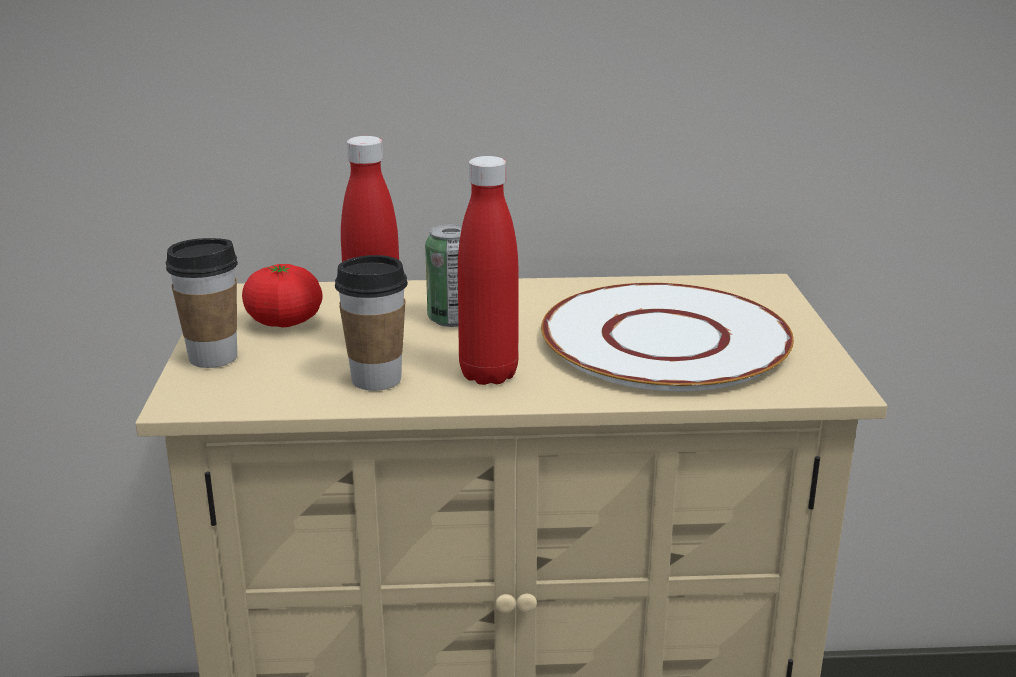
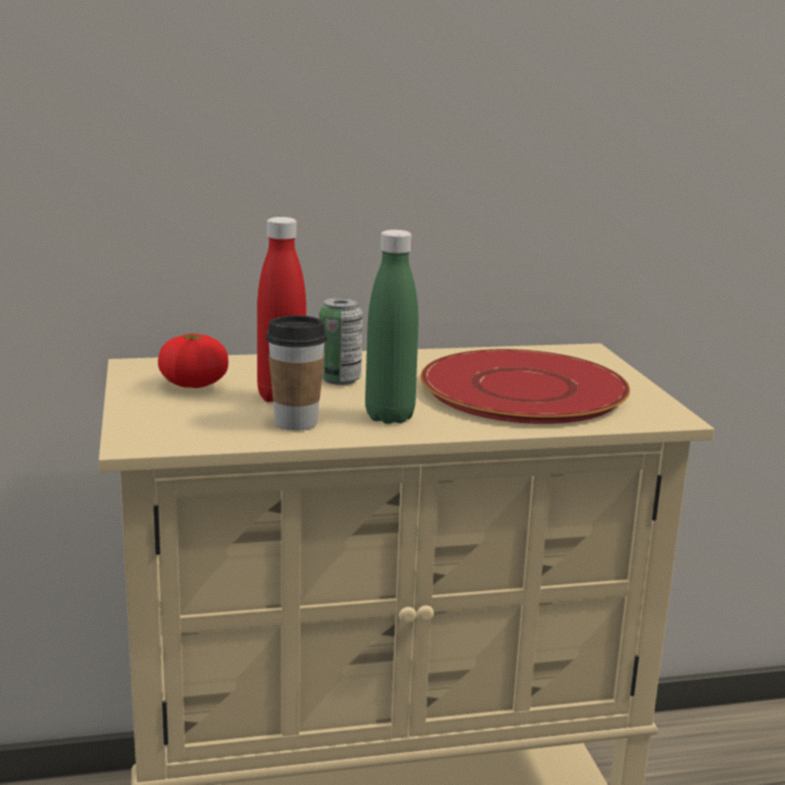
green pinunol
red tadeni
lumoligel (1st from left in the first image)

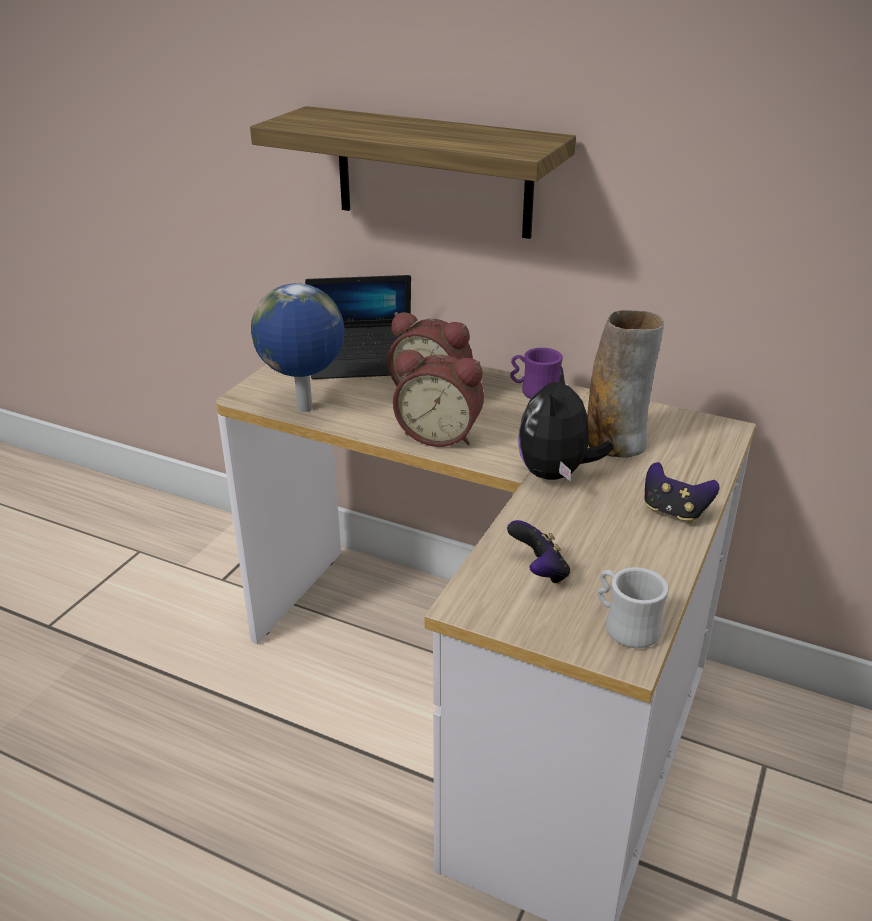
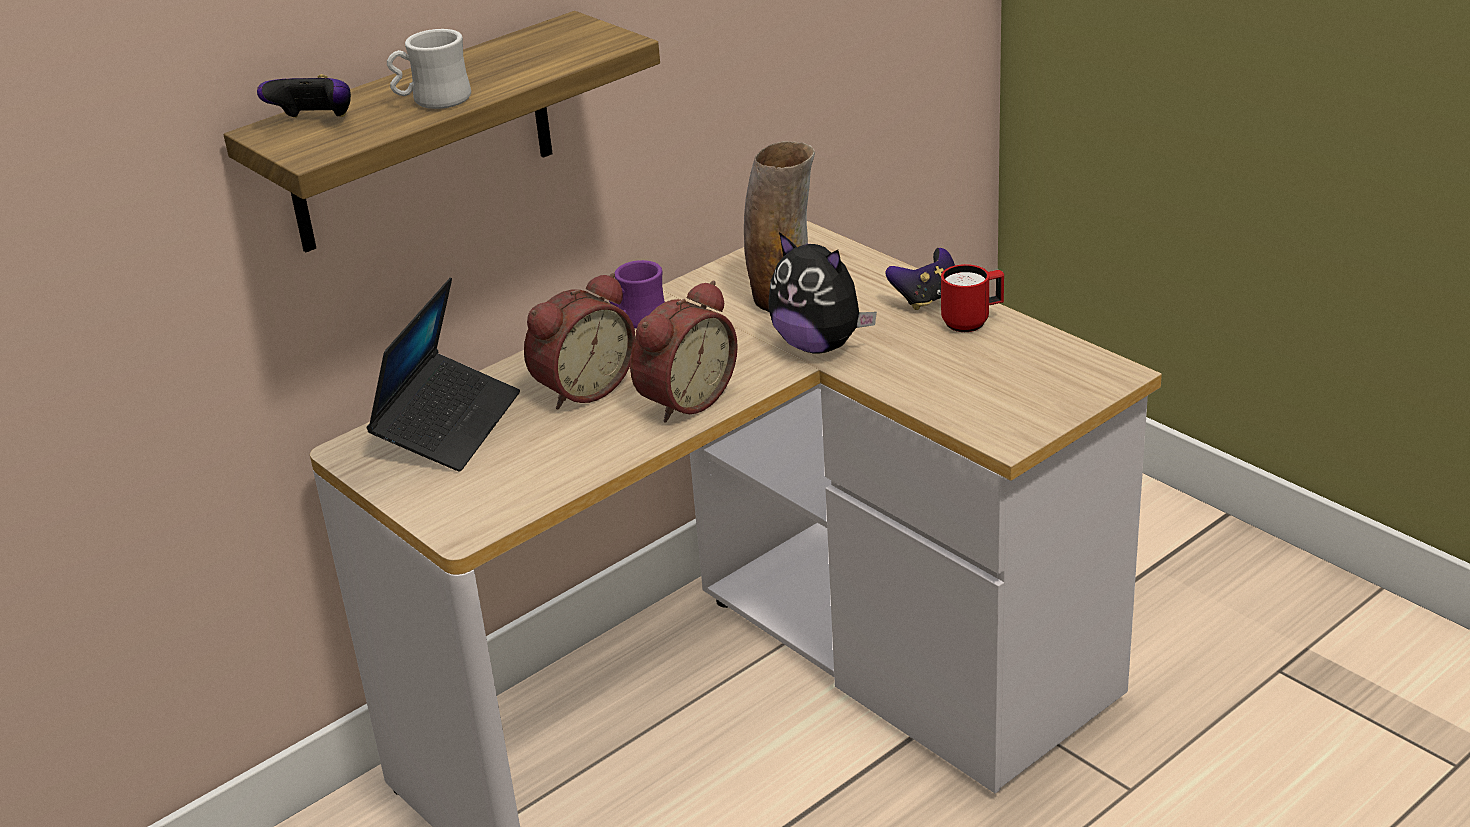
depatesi (1st from left)
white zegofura
red zegofura
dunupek

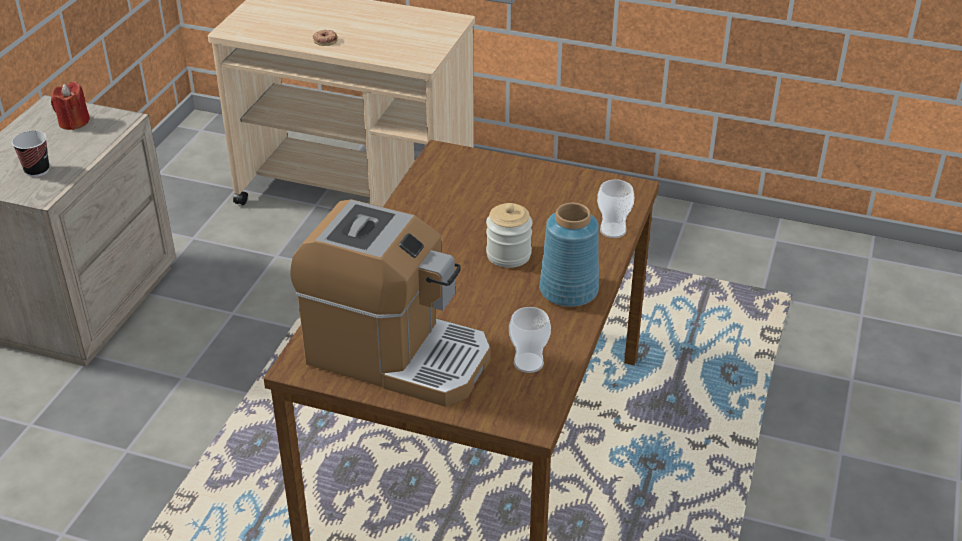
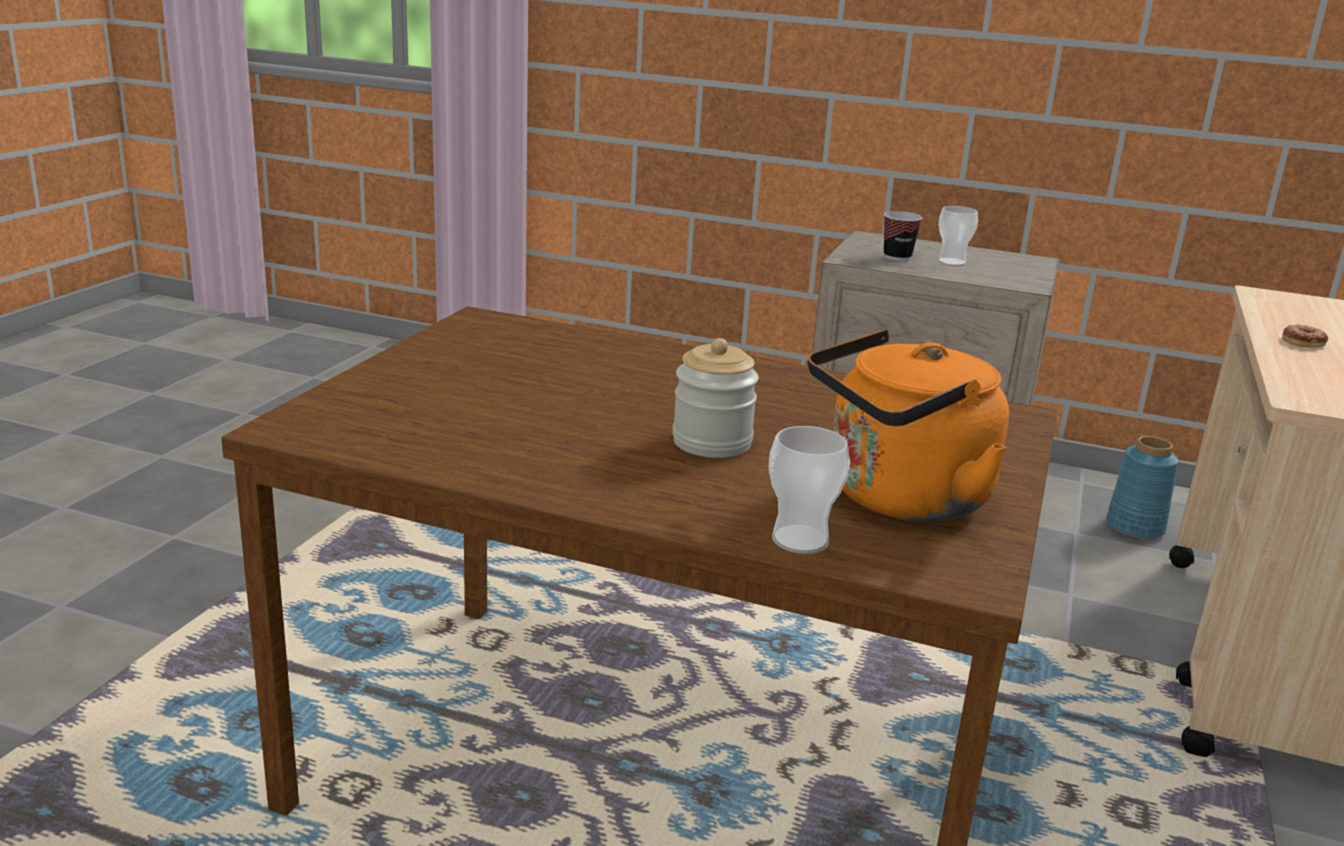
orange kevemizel
lumoligel (3rd from left)
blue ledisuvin
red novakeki
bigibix

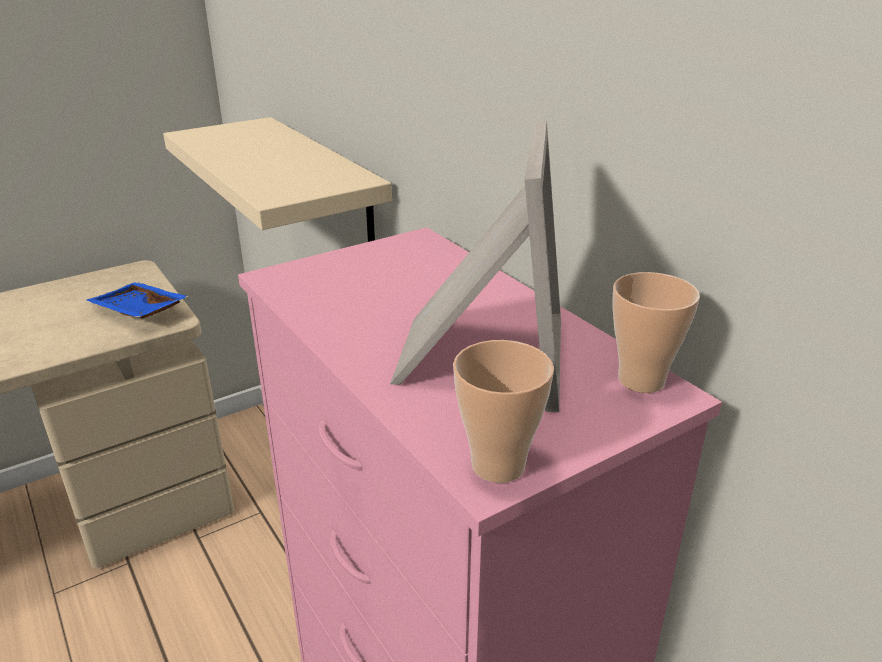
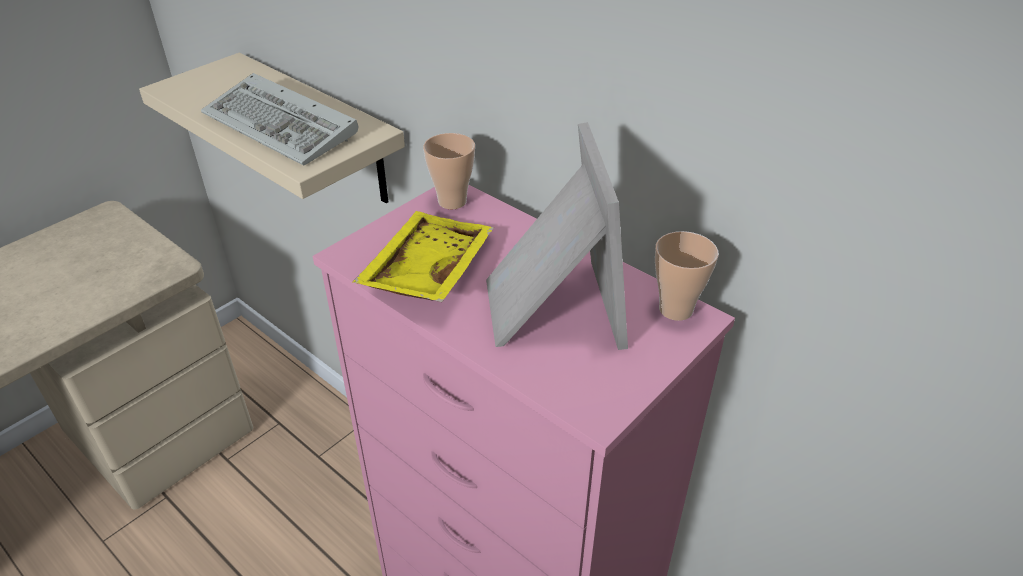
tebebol
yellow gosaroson
lumoligel (1st from left)
blue gosaroson

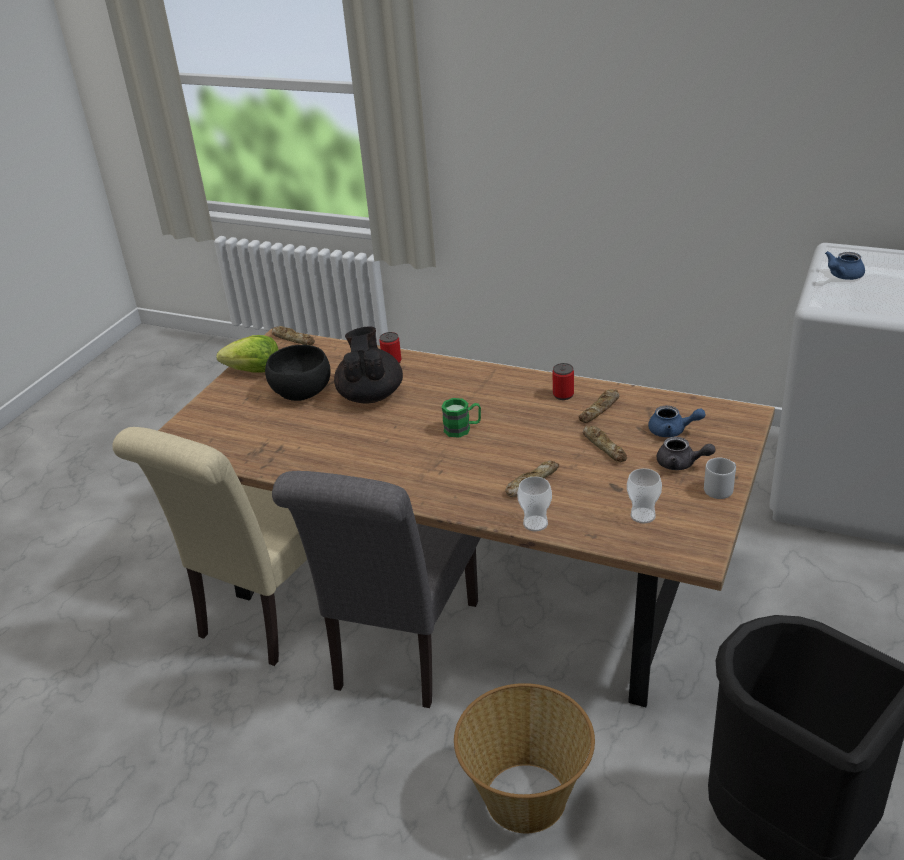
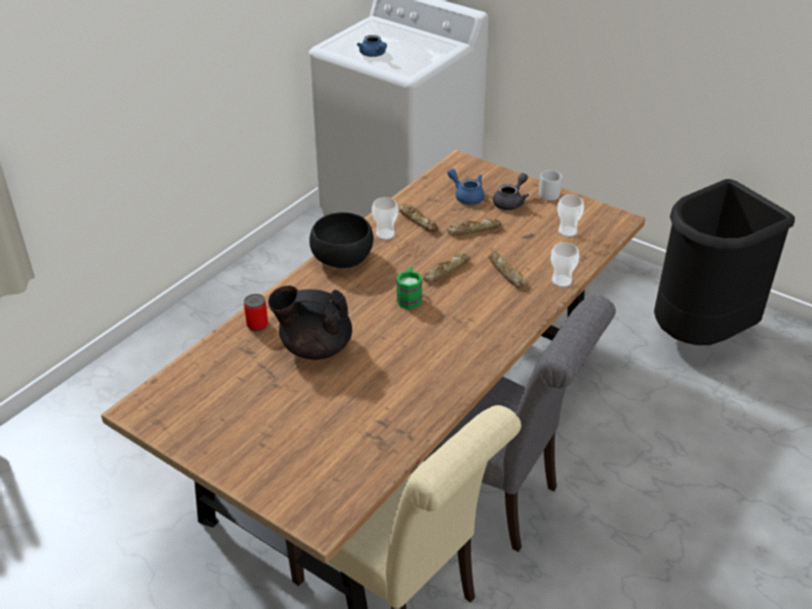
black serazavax
lumoligel (1st from left)
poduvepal (2nd from left)
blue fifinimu (2nd from left)
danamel
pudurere

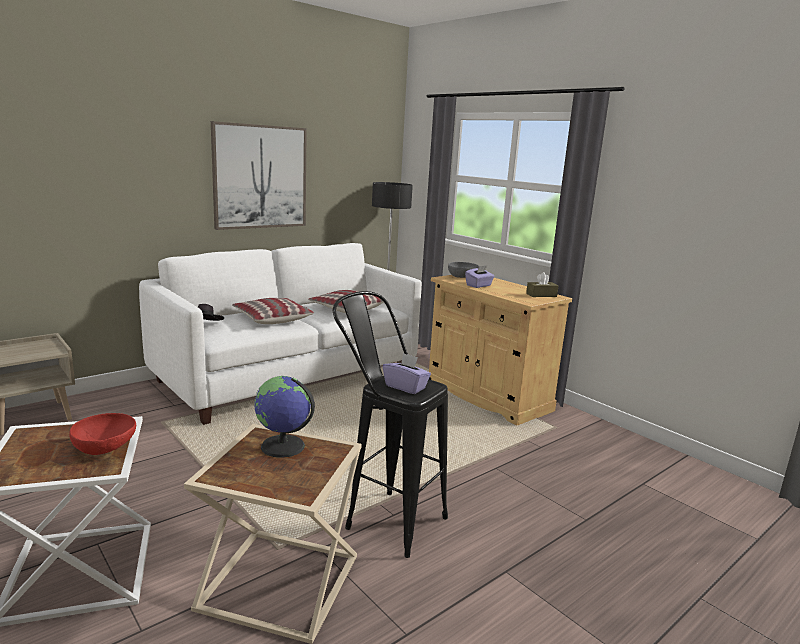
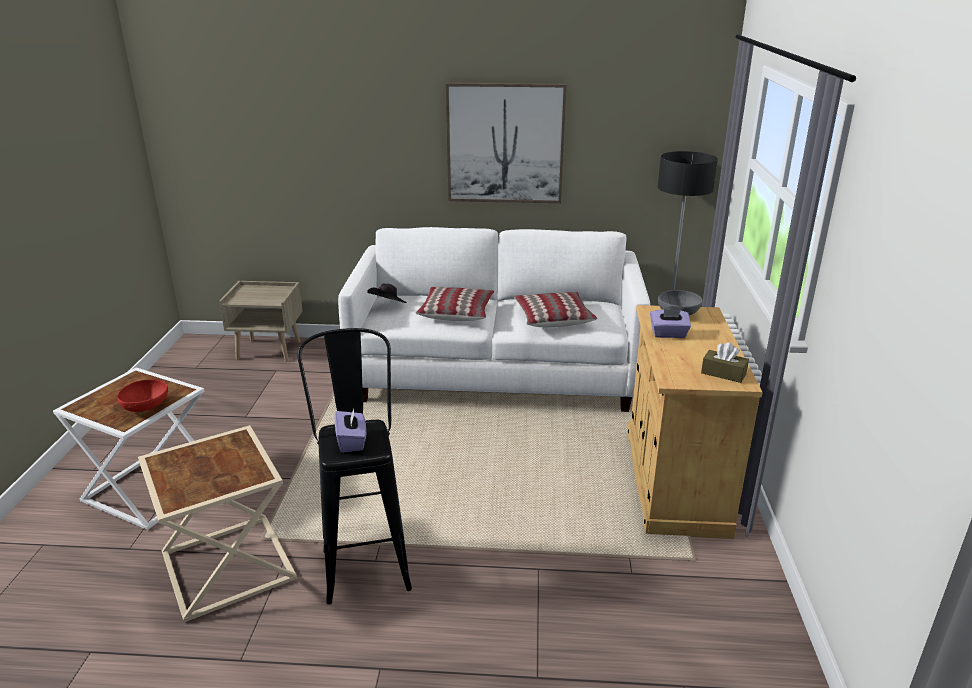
dunupek

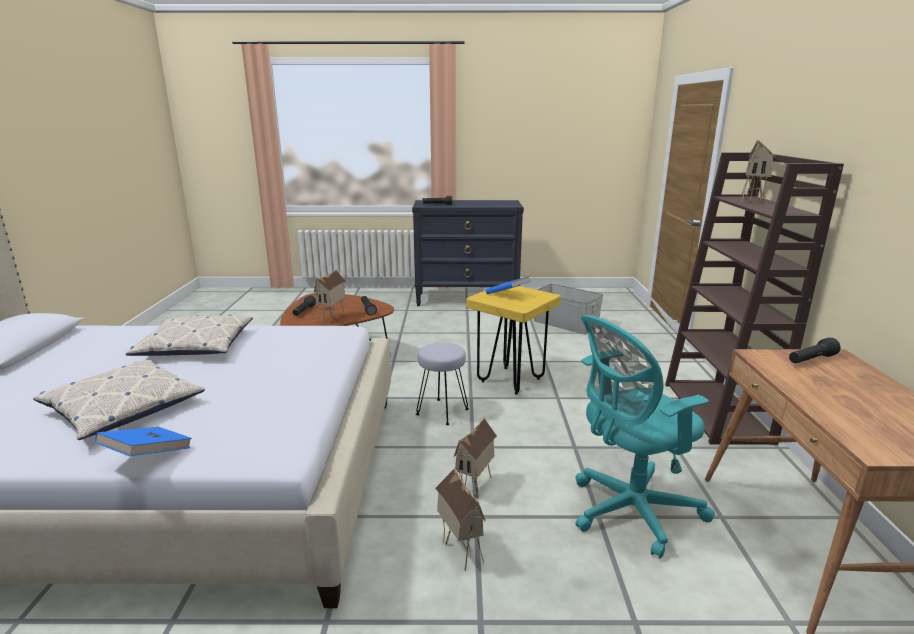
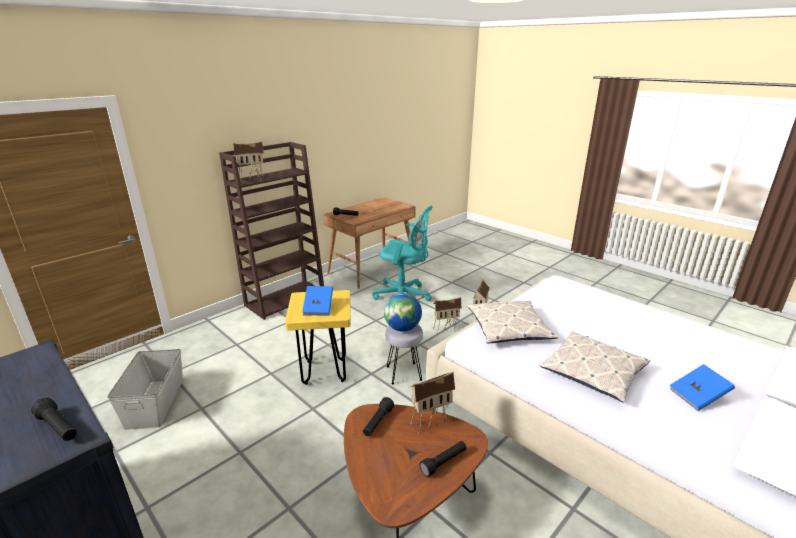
dunupek
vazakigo (1st from left)
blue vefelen (2nd from left)

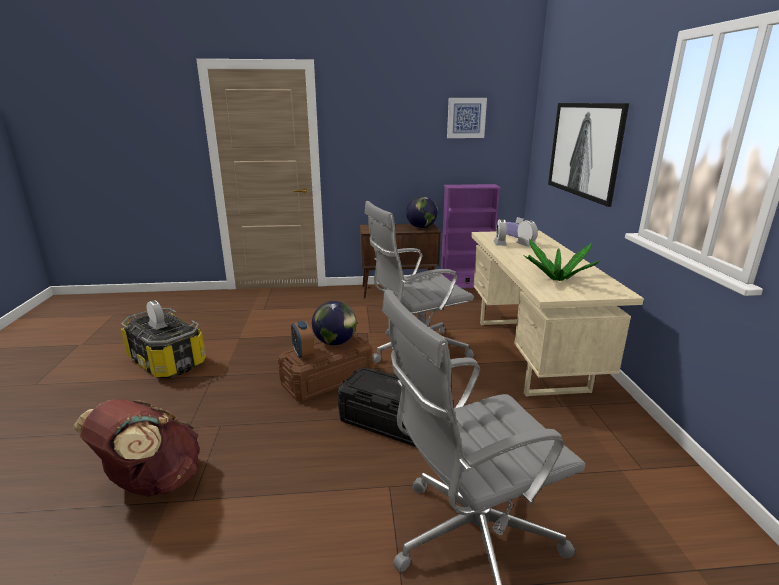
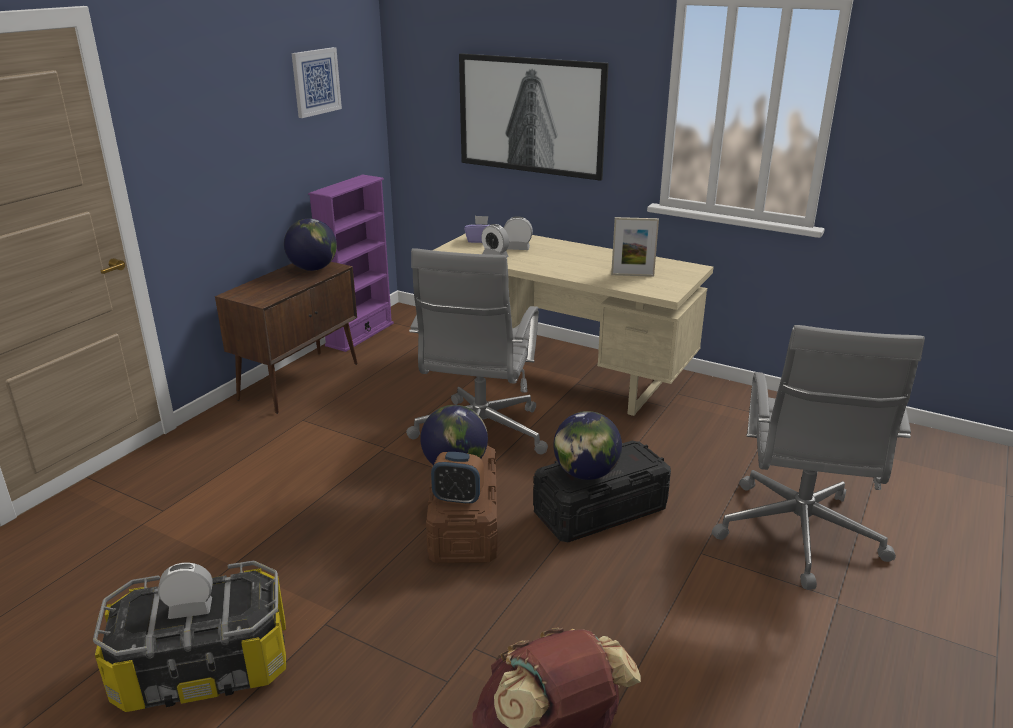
dunupek (3rd from left)
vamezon

